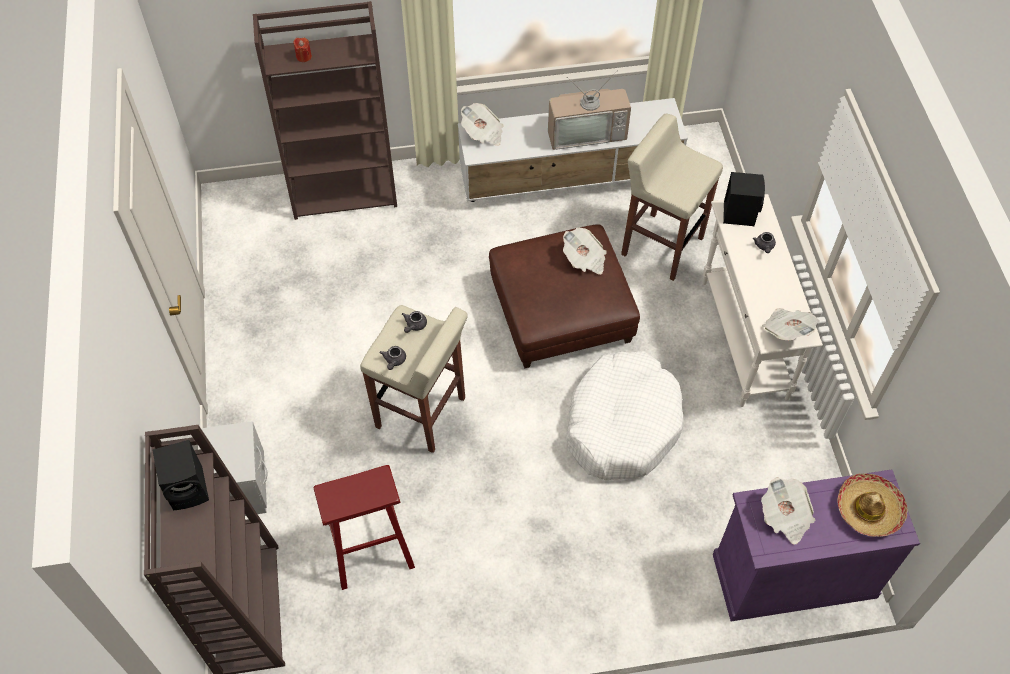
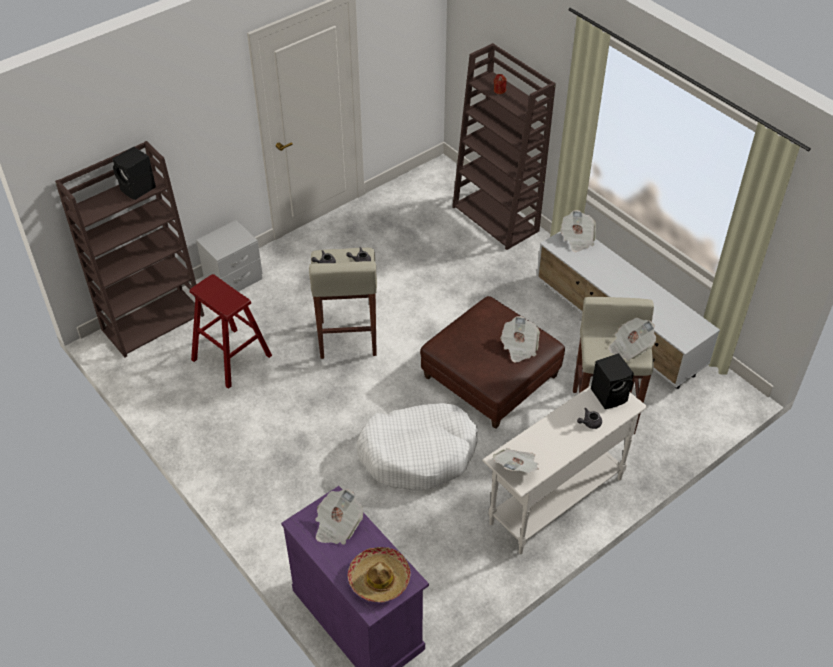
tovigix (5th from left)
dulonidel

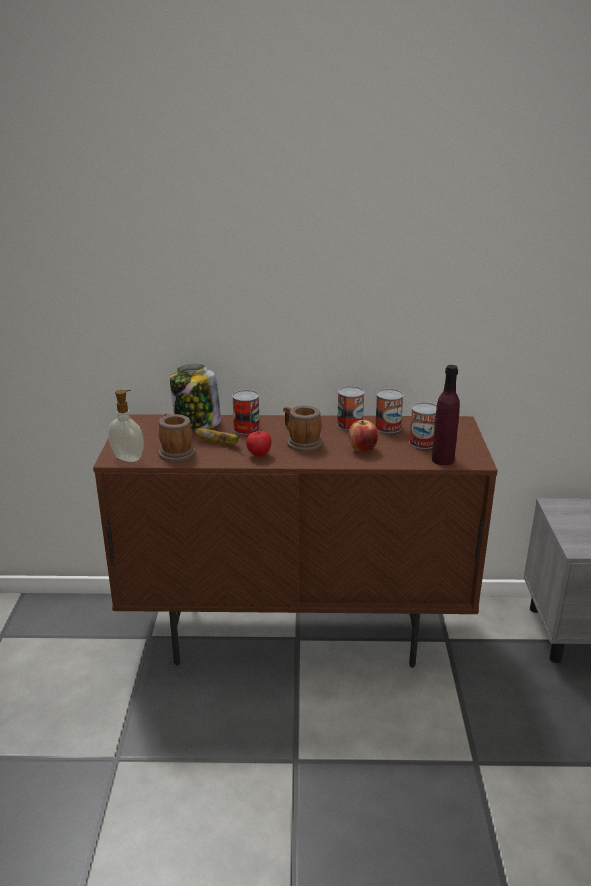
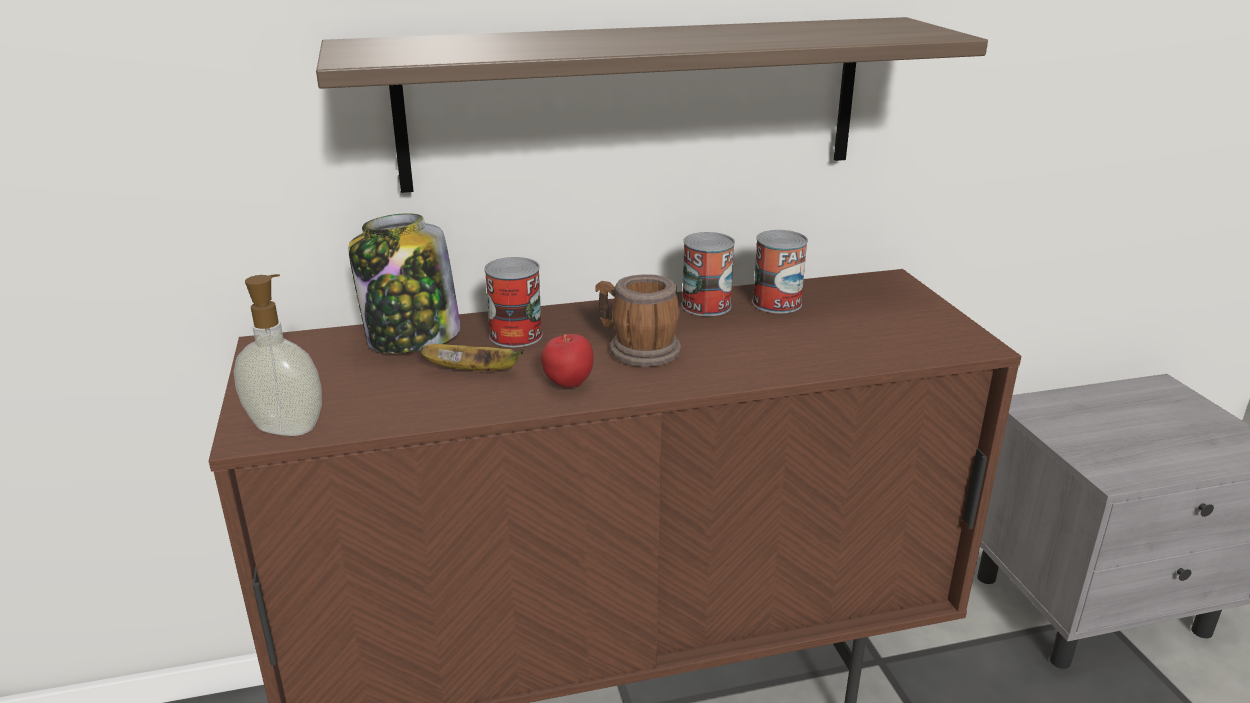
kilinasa
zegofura (1st from left in the first image)
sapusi (2nd from left in the first image)
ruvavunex (4th from left in the first image)
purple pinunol

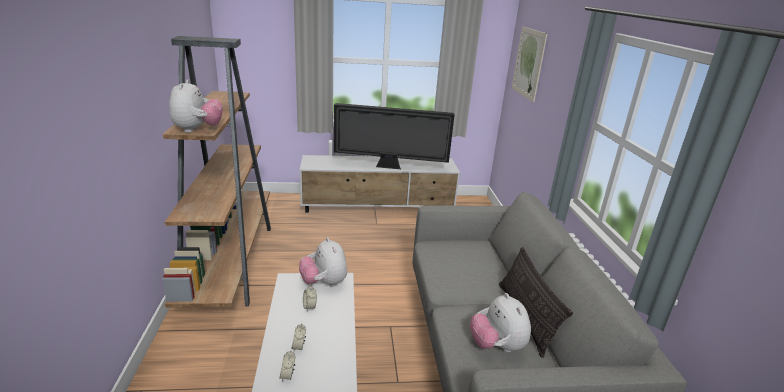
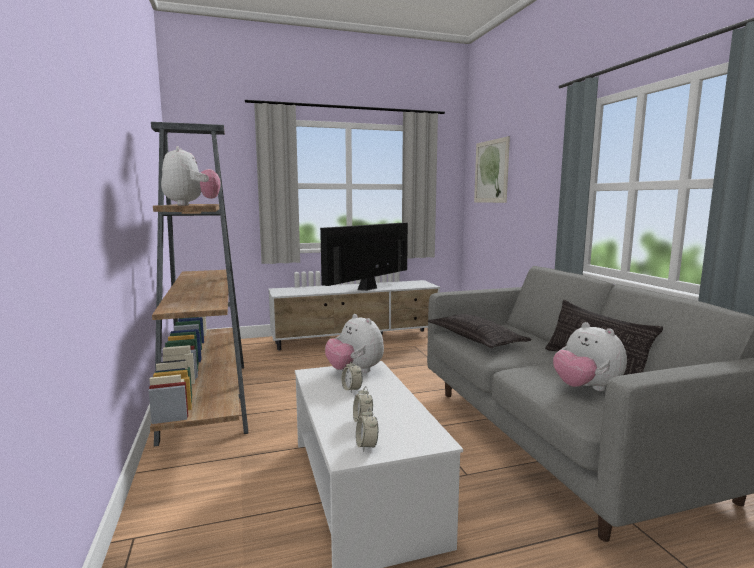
dulonidel
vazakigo (1st from left)

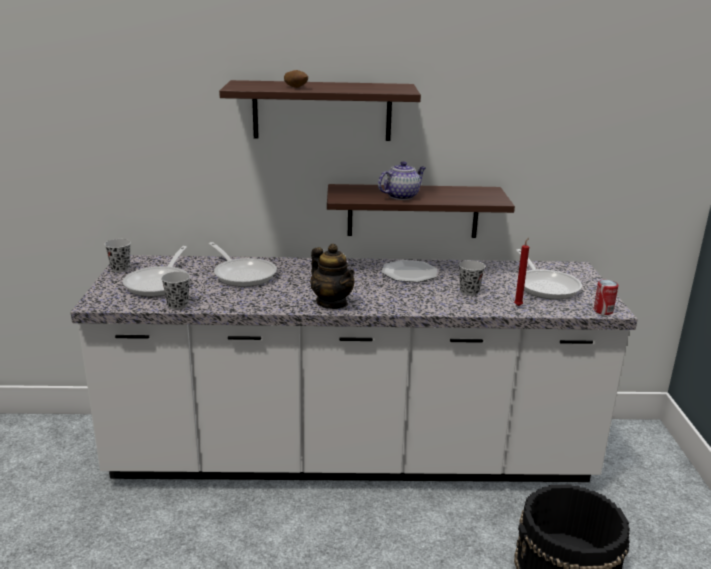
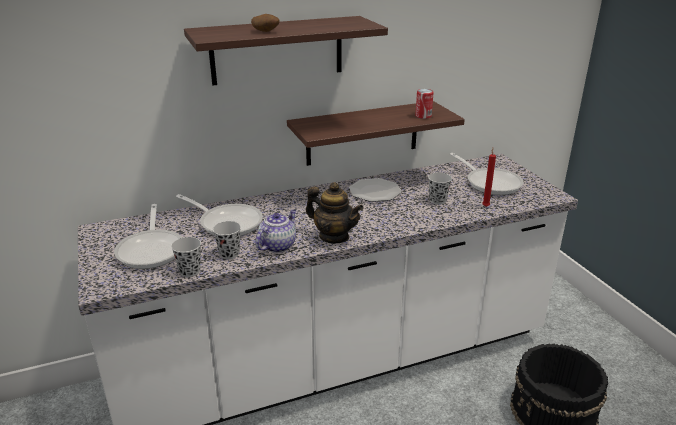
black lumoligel (2nd from left)
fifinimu (1st from left)
ruvavunex

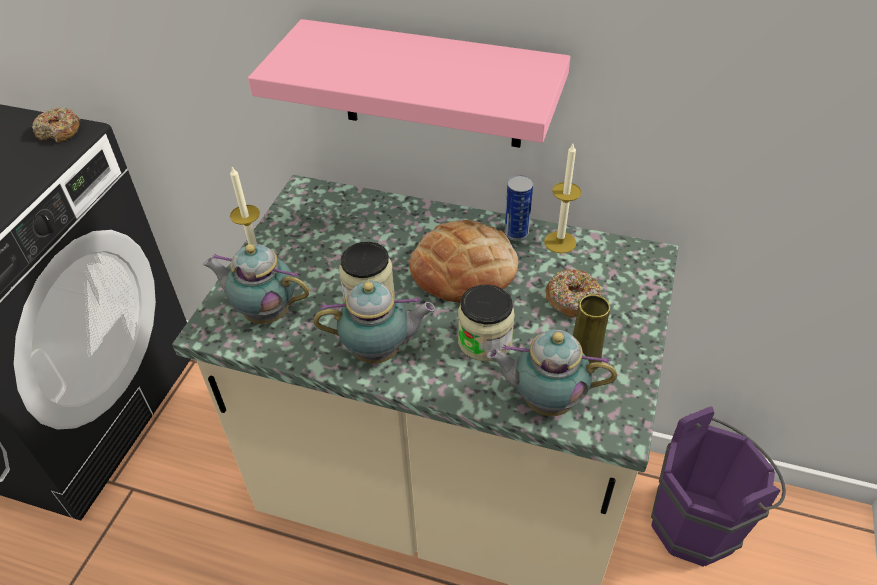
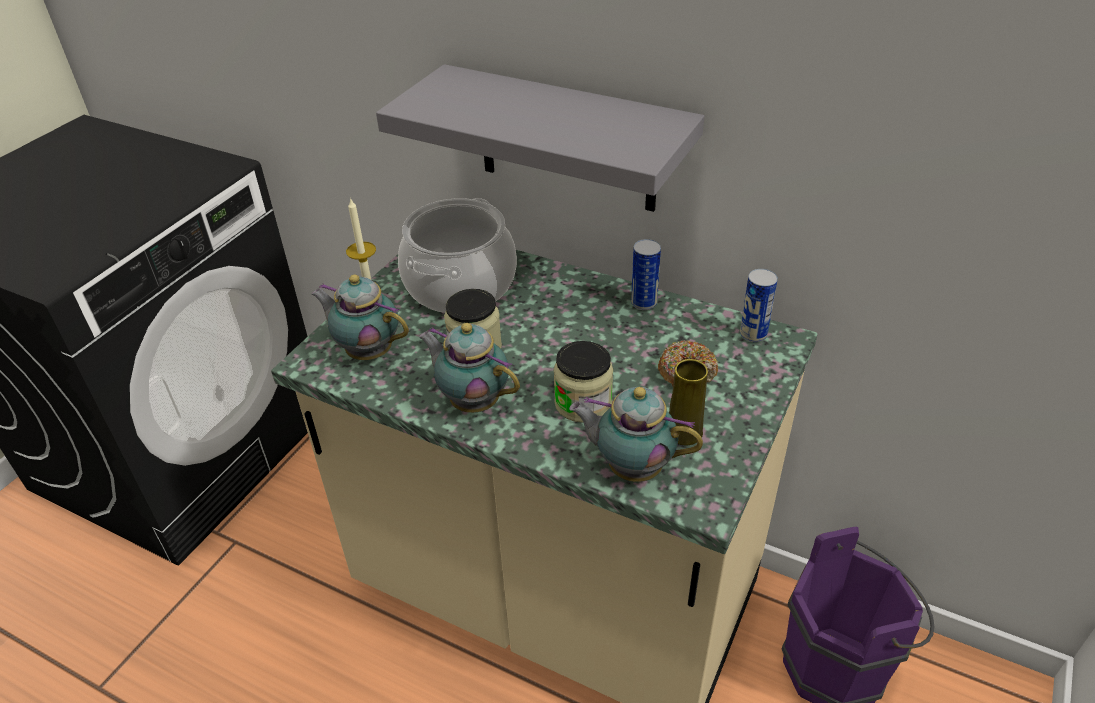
grey kilinasa
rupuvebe
fifinimu (2nd from left)
ruvavunex (2nd from left)
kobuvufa (1st from left in the first image)
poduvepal
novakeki (2nd from left in the first image)

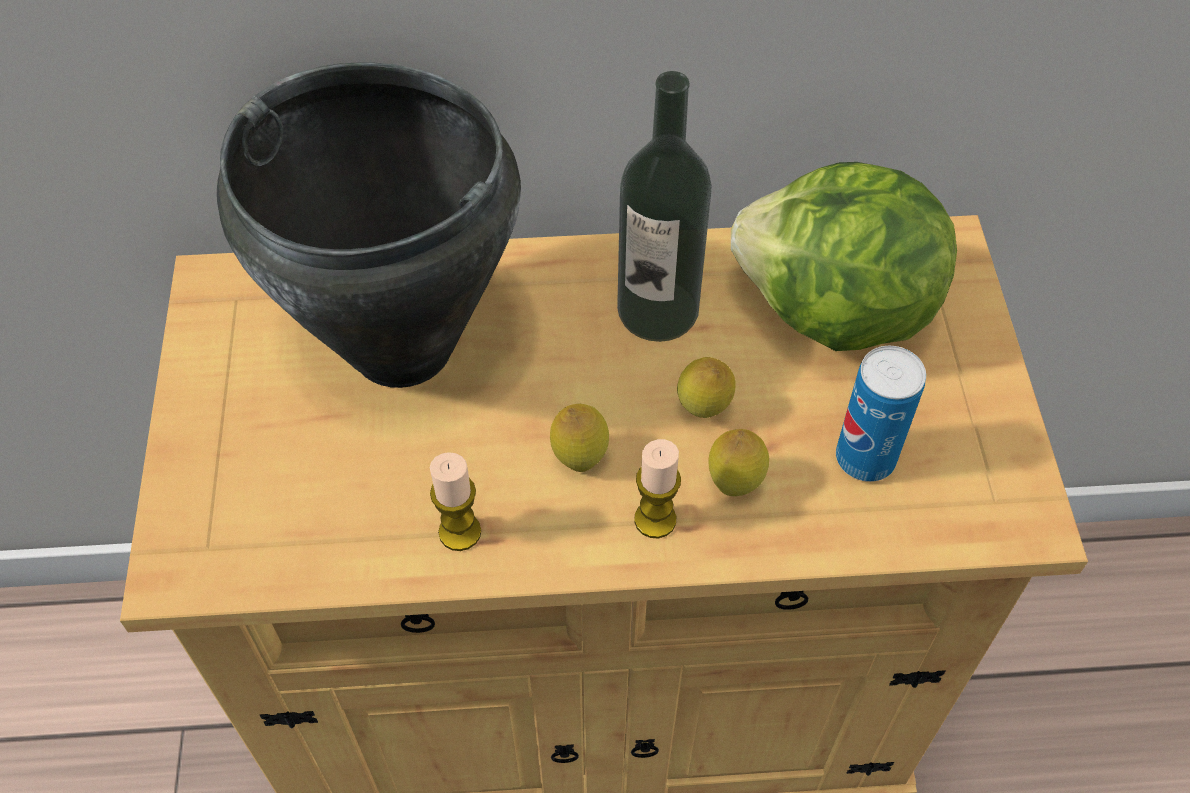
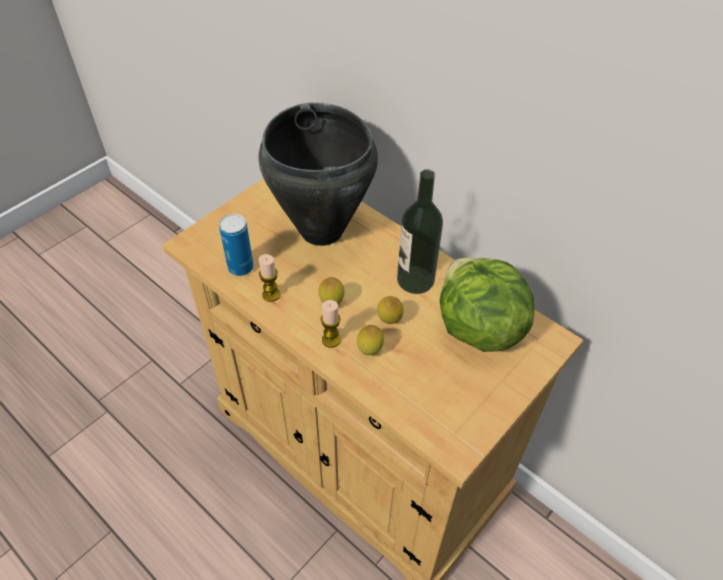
ruvavunex

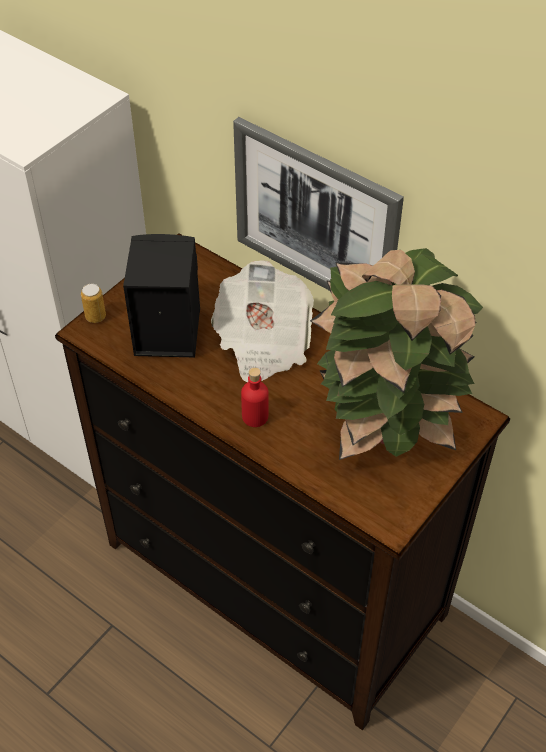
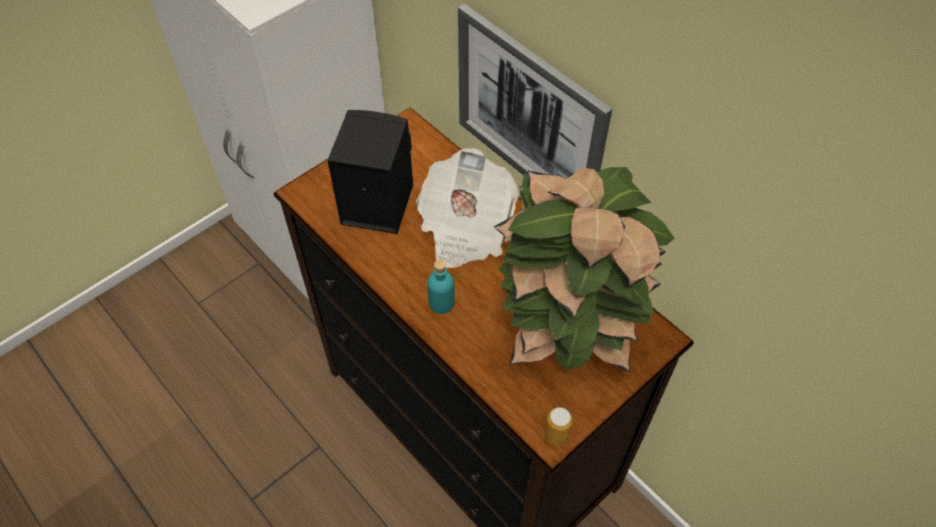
turquoise pinunol
ruvavunex

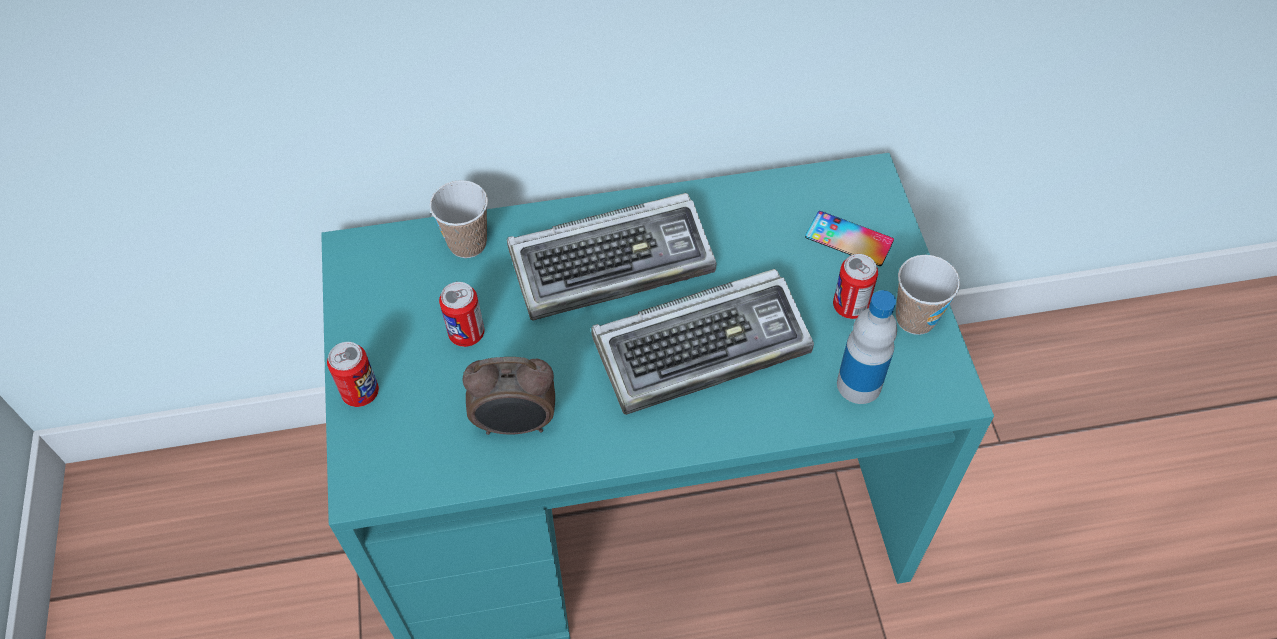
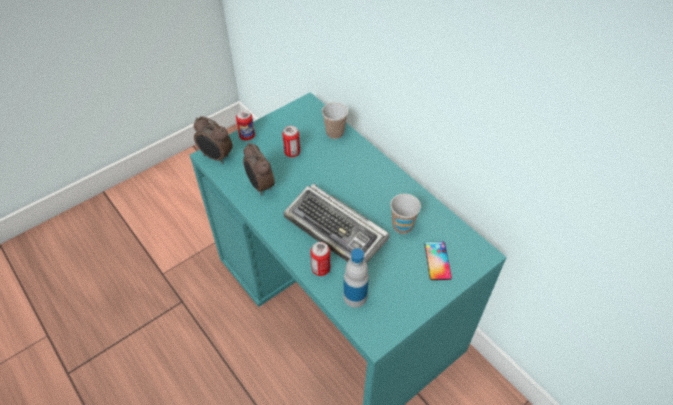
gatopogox (1st from left)
ruvavunex (3rd from left)
lumoligel (2nd from left)
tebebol (1st from left in the first image)

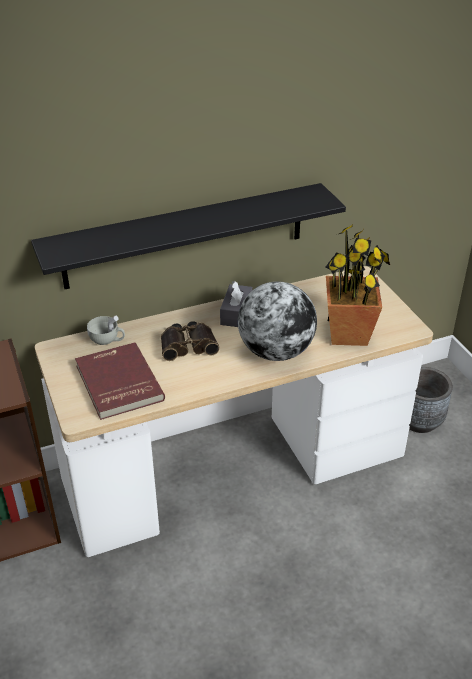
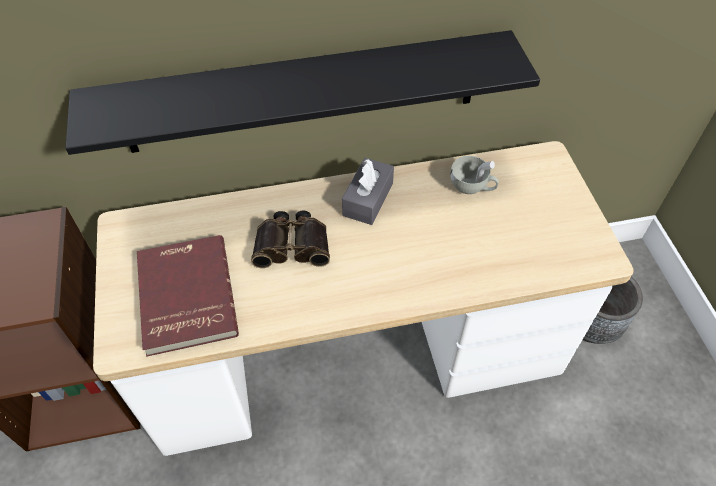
white lumoligel
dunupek
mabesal

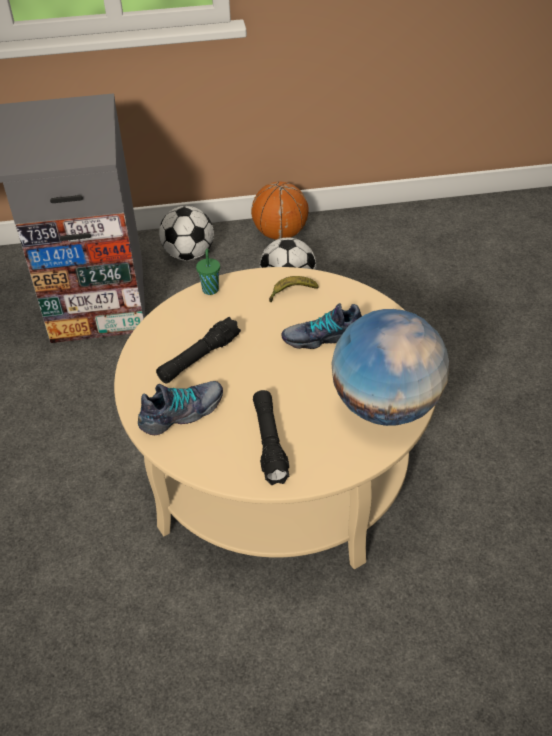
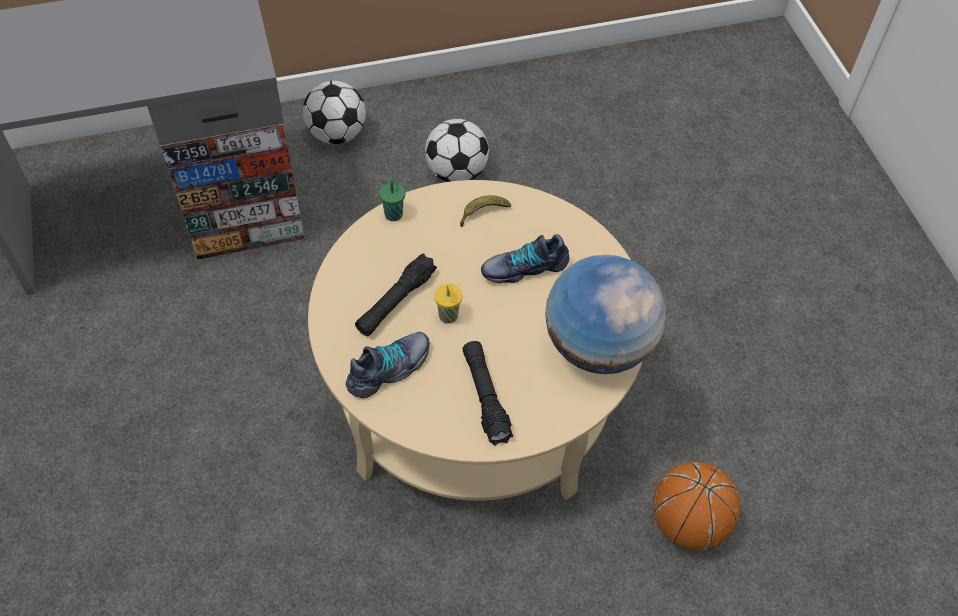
yellow lumoligel
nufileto

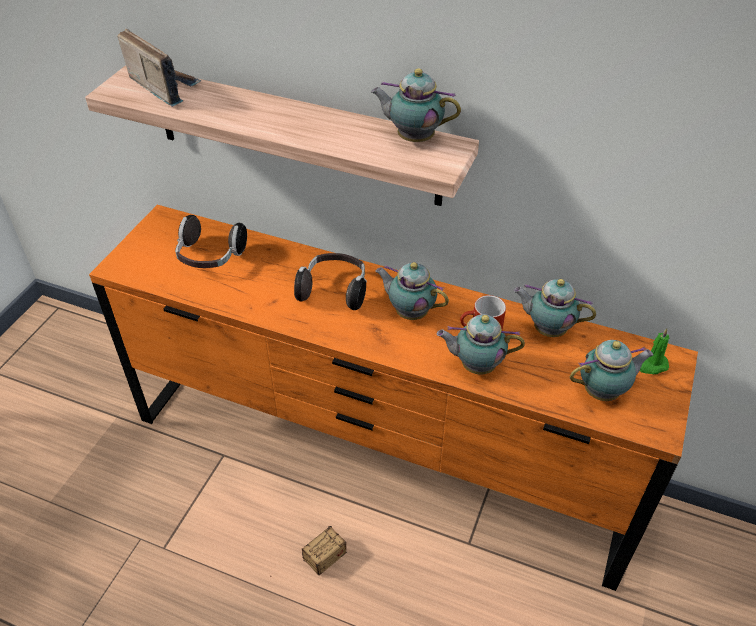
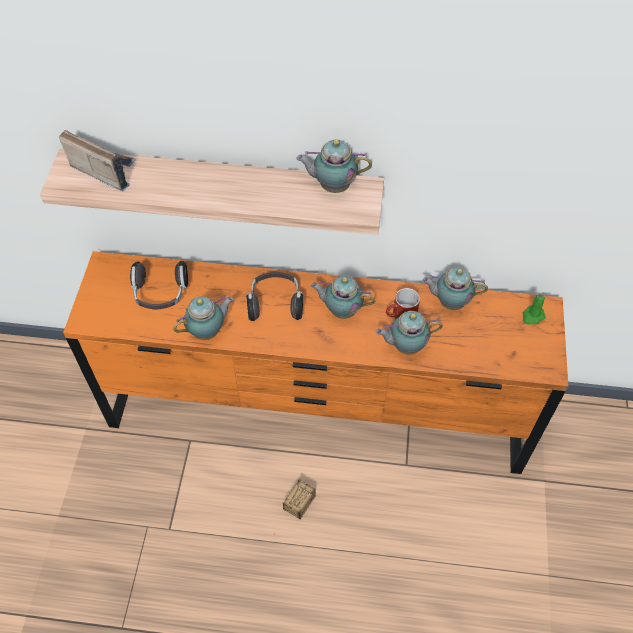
fifinimu (1st from left)

